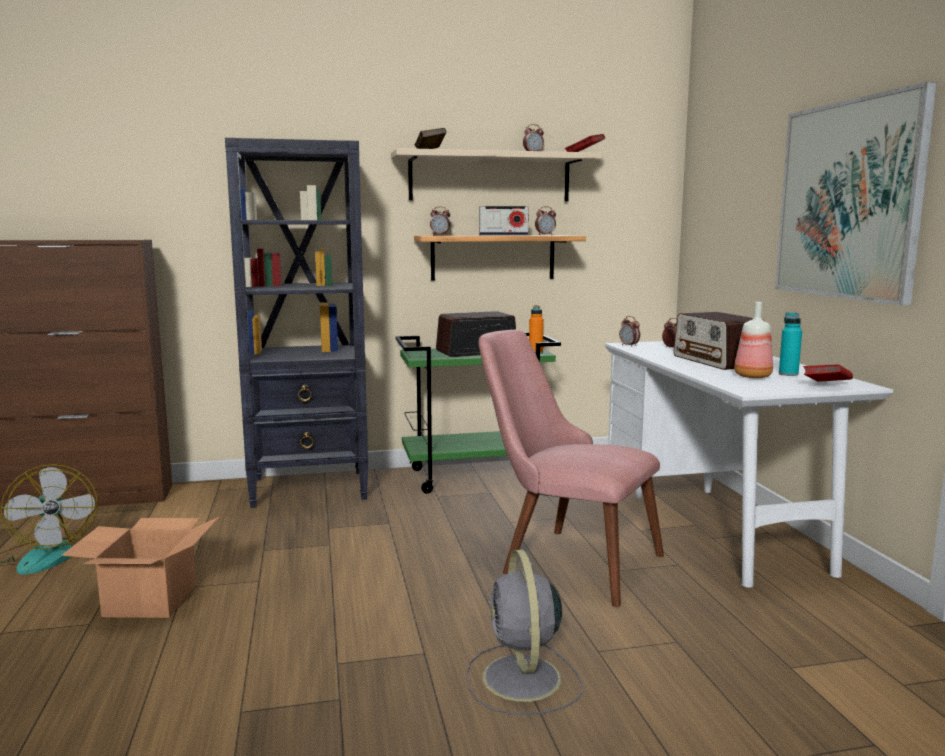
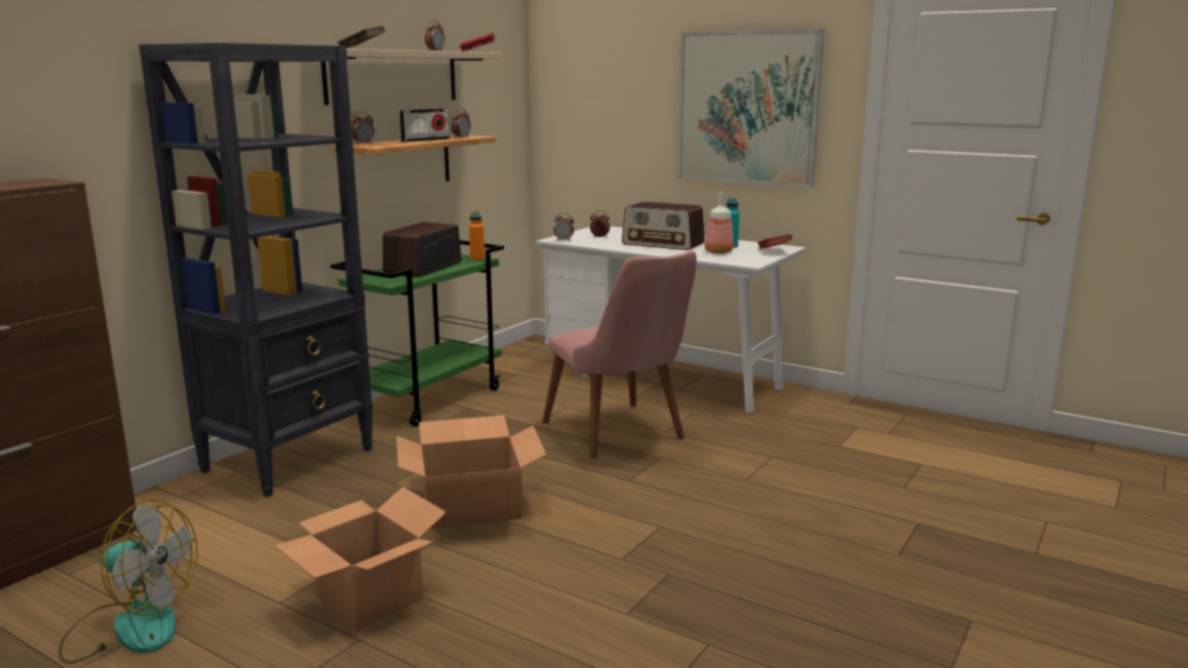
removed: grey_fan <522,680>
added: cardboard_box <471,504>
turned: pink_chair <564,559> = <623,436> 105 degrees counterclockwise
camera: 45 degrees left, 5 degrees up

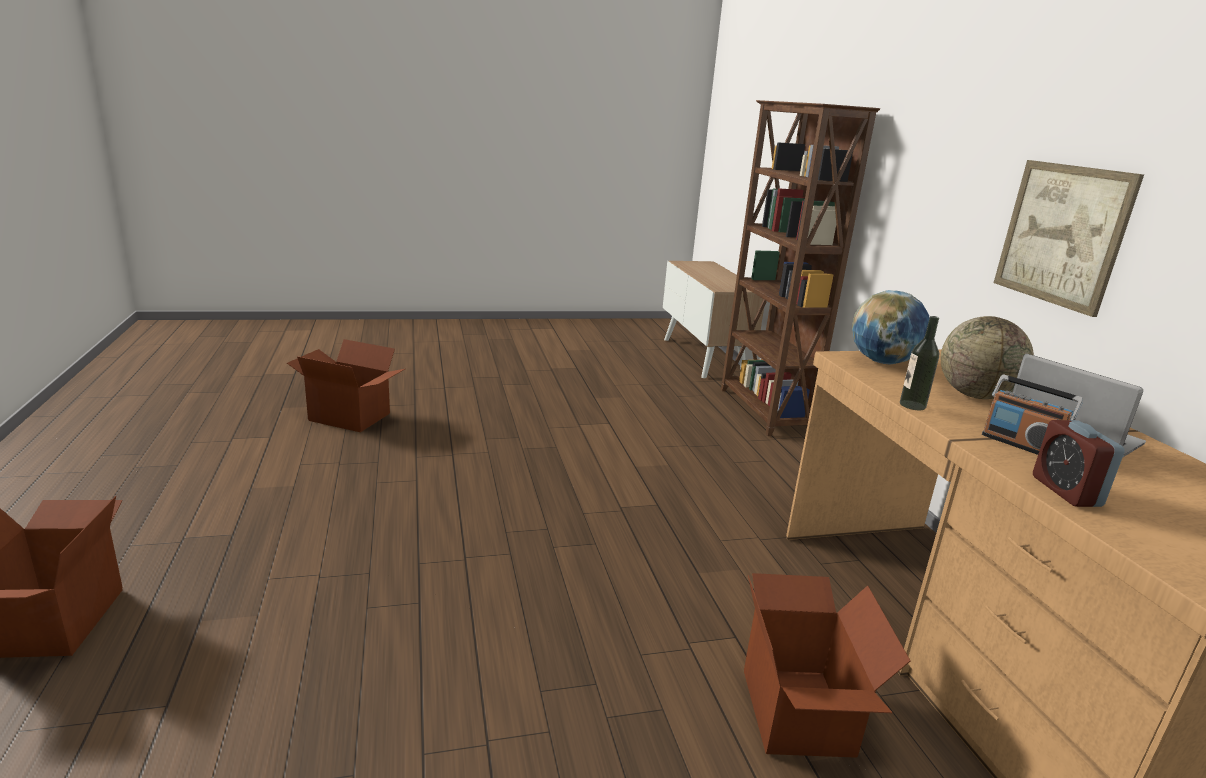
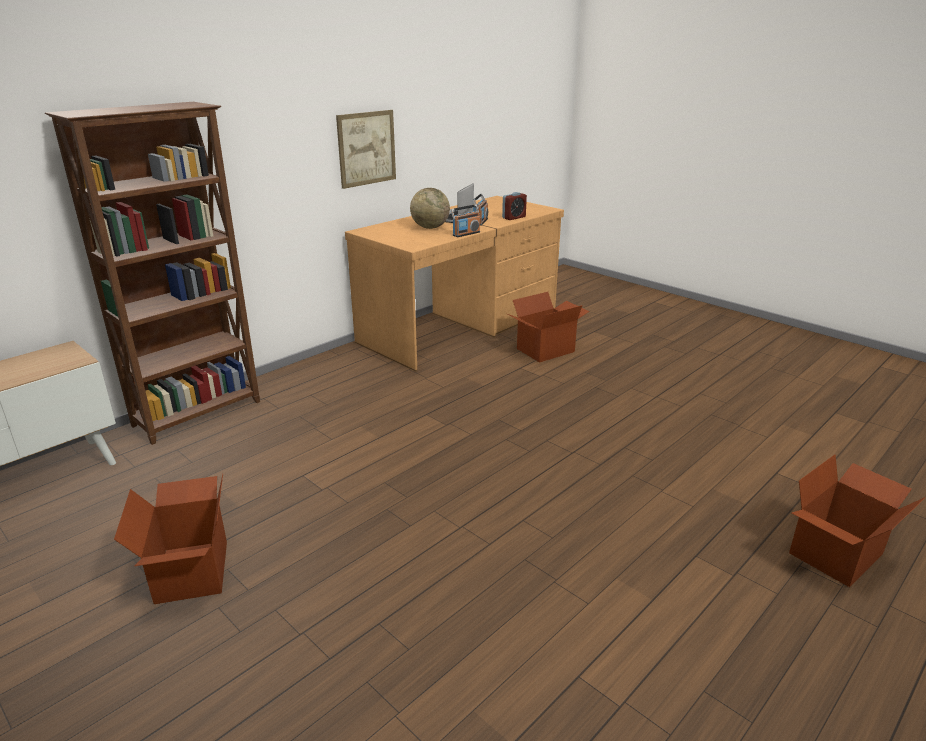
removed: globe <883,362>
moved: cardboard_box <350,416> to <190,572>
replaced: bottle <912,405> to radio <466,234>
camera: 120 degrees left, 5 degrees up

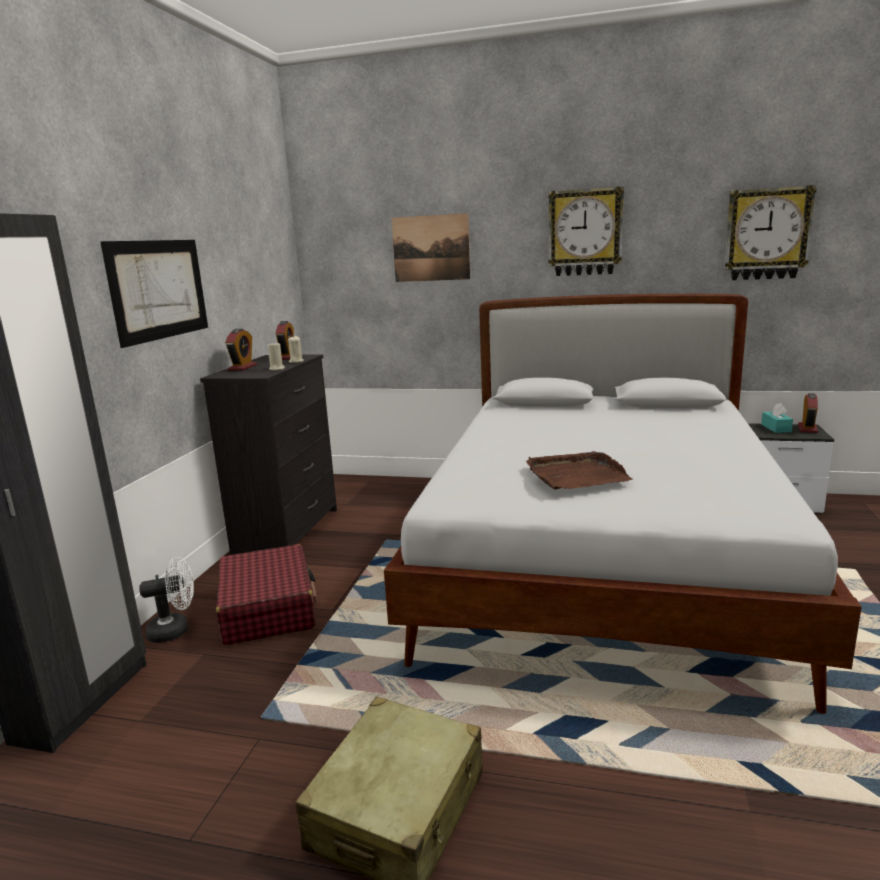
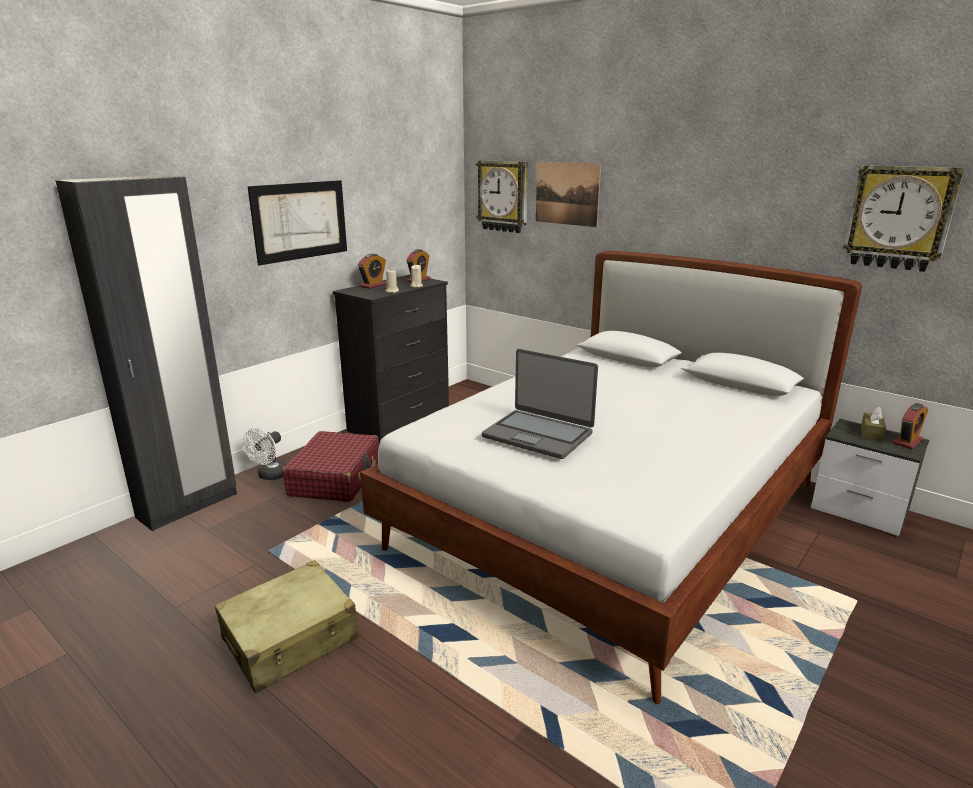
moved: wall_clock <585,232> to <503,196>
replaced: brown_tray <576,475> to laptop <538,434>
recoloured: turquoise_tissue_box <776,428> to brown_tissue_box <871,433>
turned: white_fan <175,630> = <270,476> 105 degrees clockwise
camera: 25 degrees right, 5 degrees up

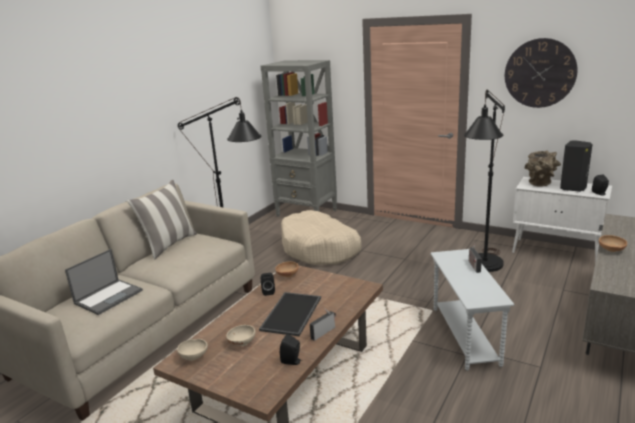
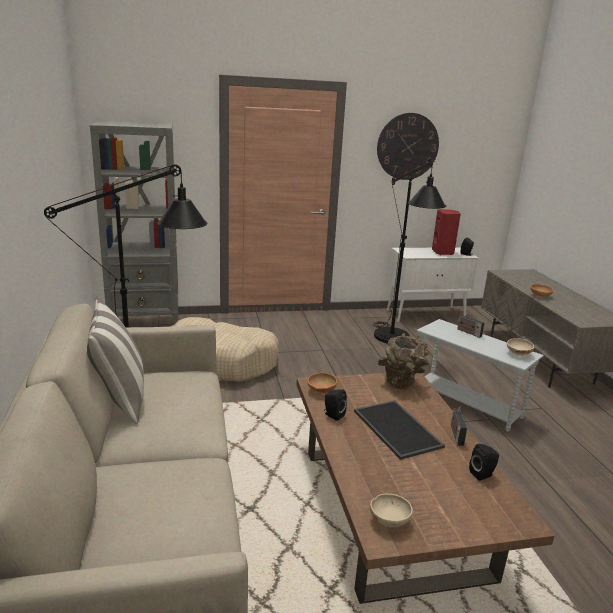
removed: laptop <109,296>
moved: beige_bowl <241,343> to <517,354>; brown_vase <540,184> to <402,384>
recoloured: black_speaker <573,188> to red_speaker <443,252>
camera: 45 degrees left, 0 degrees up

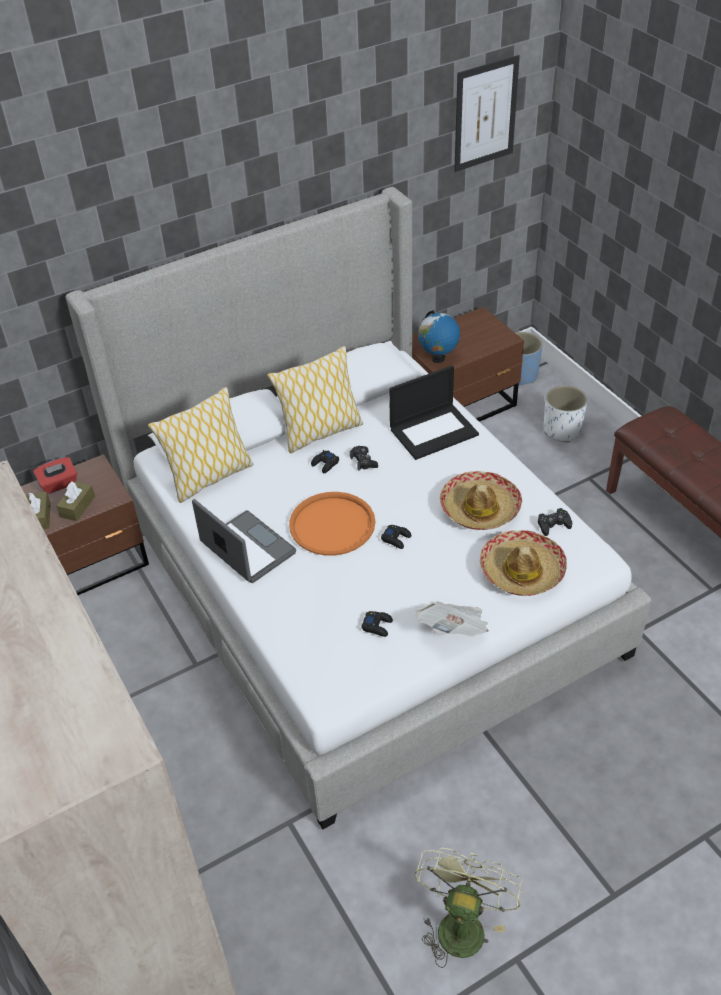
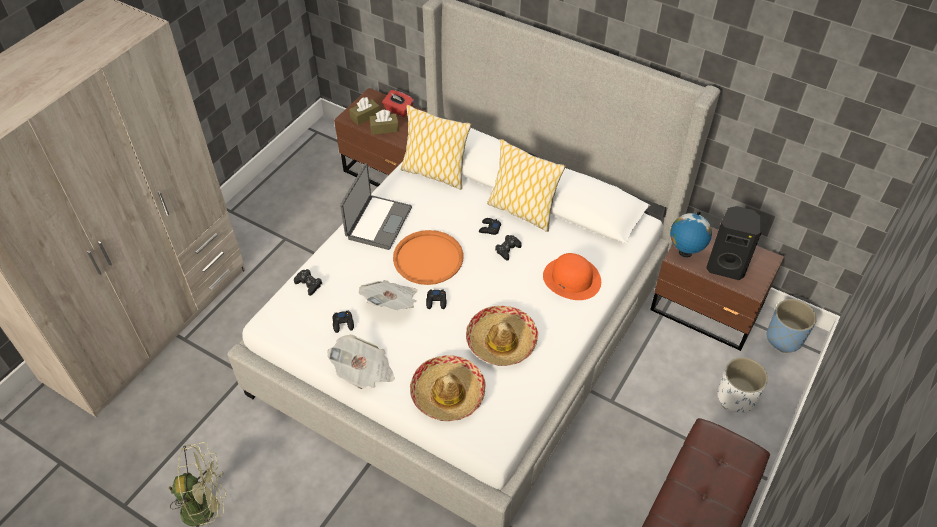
removed: picture <485,114>
added: newspaper <392,304>; black_speaker <726,266>
moved: black_game_controller <553,525> to <308,284>
replaced: laptop <434,431> to orange_hat <572,278>
camera: 60 degrees right, 5 degrees up

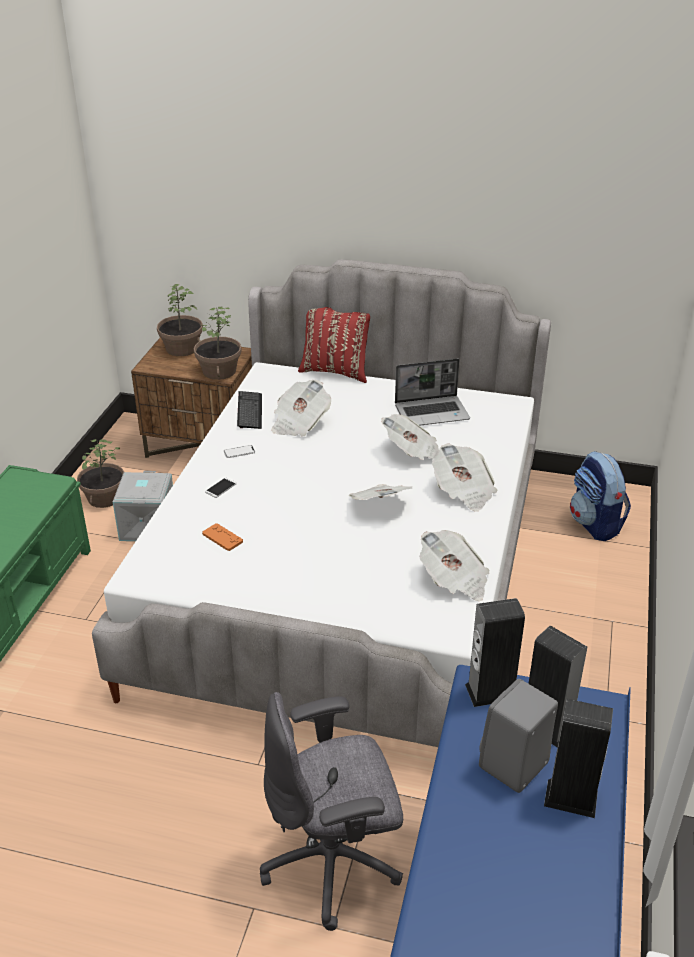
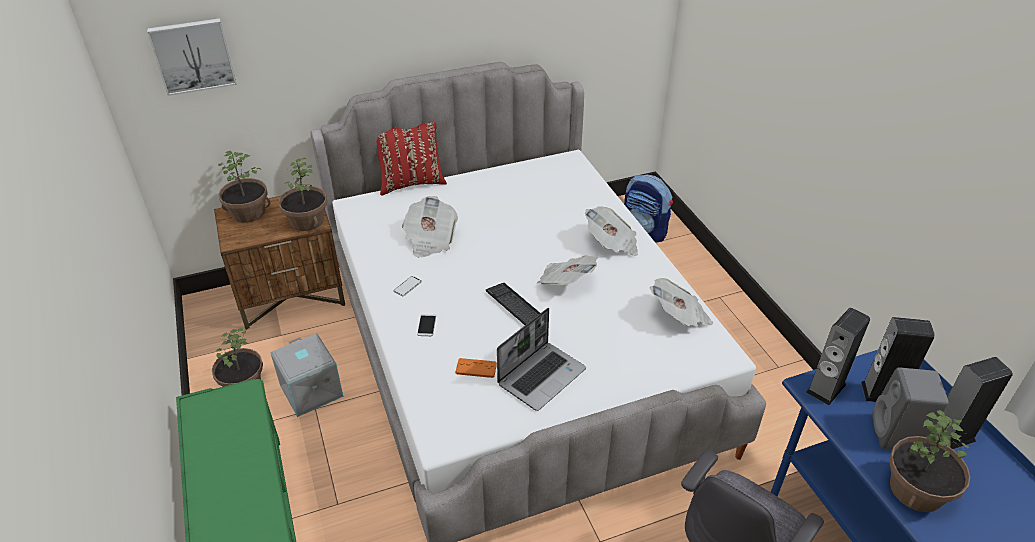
removed: newspaper <413,453>
added: picture <193,55>; potted_plant <917,490>
moved: keyboard <250,411> to <515,306>; laptop <432,412> to <541,376>
camera: 35 degrees left, 5 degrees up

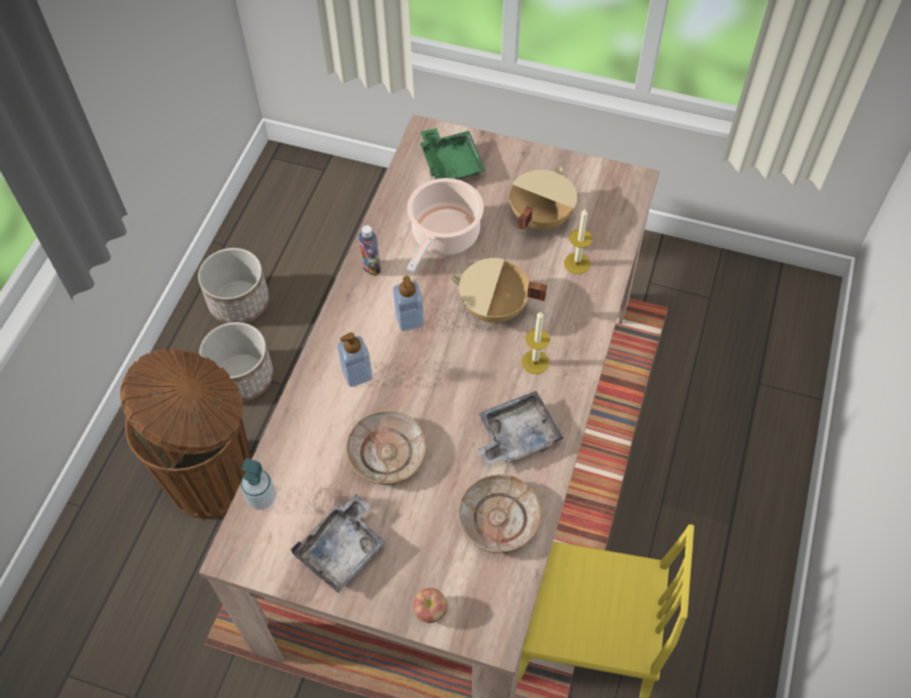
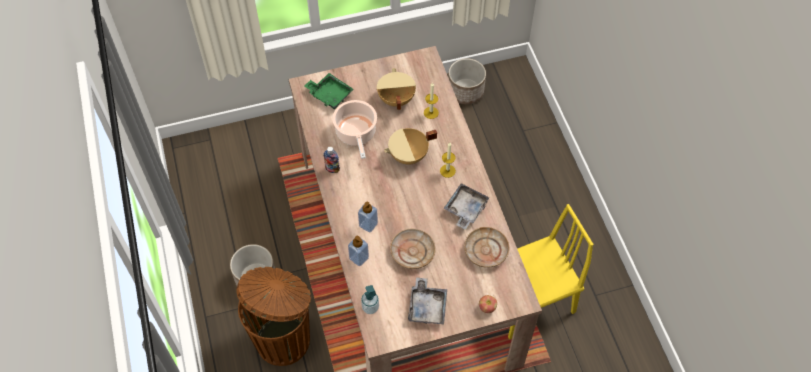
moved: planter <239,302> to <466,91>; soap_dispenser <409,320> to <359,258>
camera: 35 degrees left, 0 degrees up

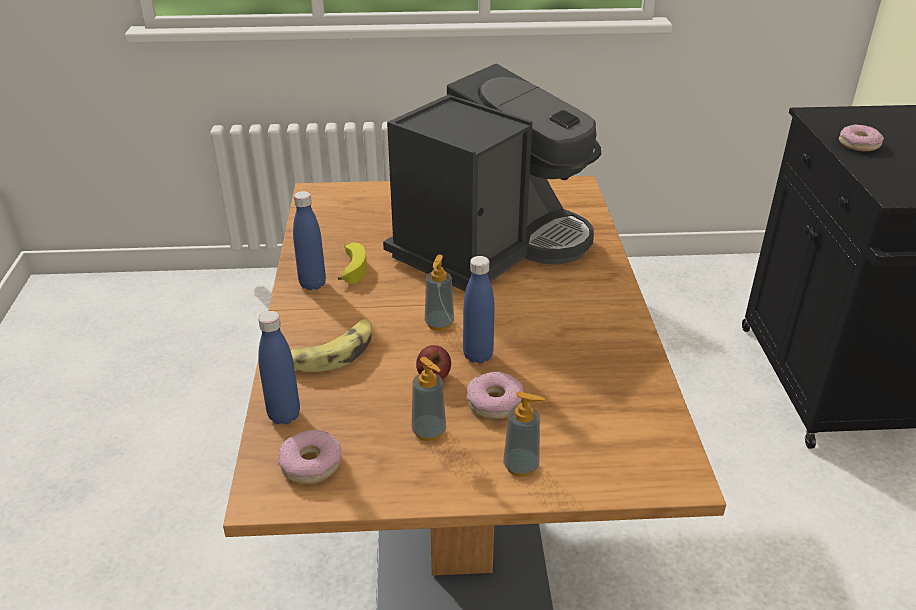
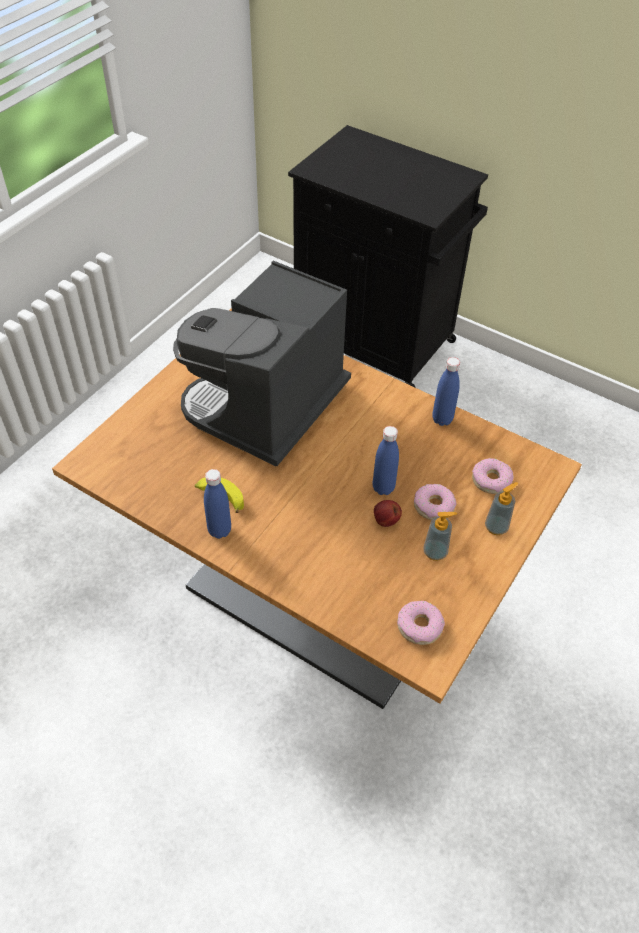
removed: banana <331,352>; soap_dispenser <439,323>
moved: blue_bottle <284,415> to <442,419>; donut <859,144> to <491,480>
turned: coffee_machine <491,245> = <267,408> 135 degrees counterclockwise
camera: 55 degrees left, 15 degrees up

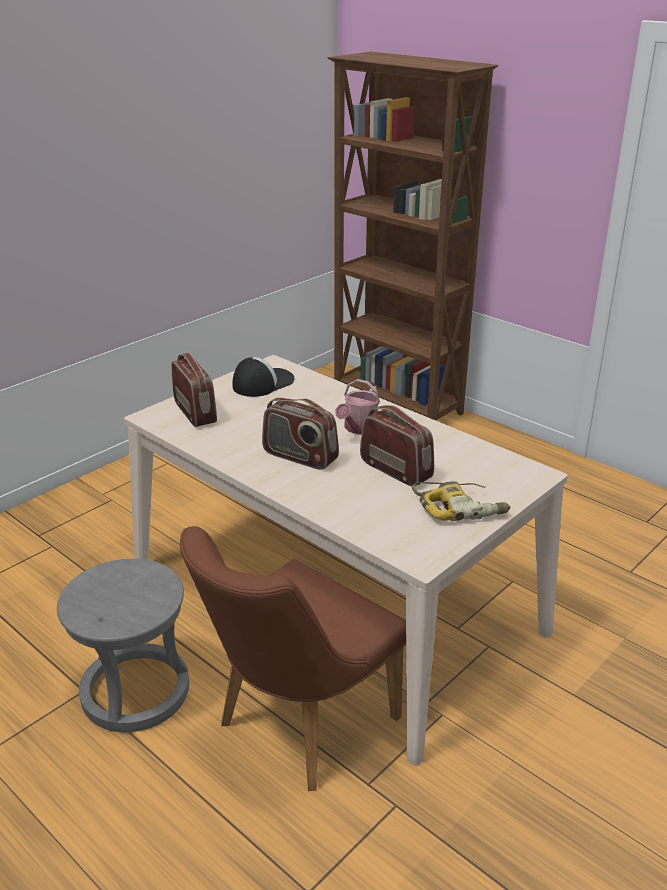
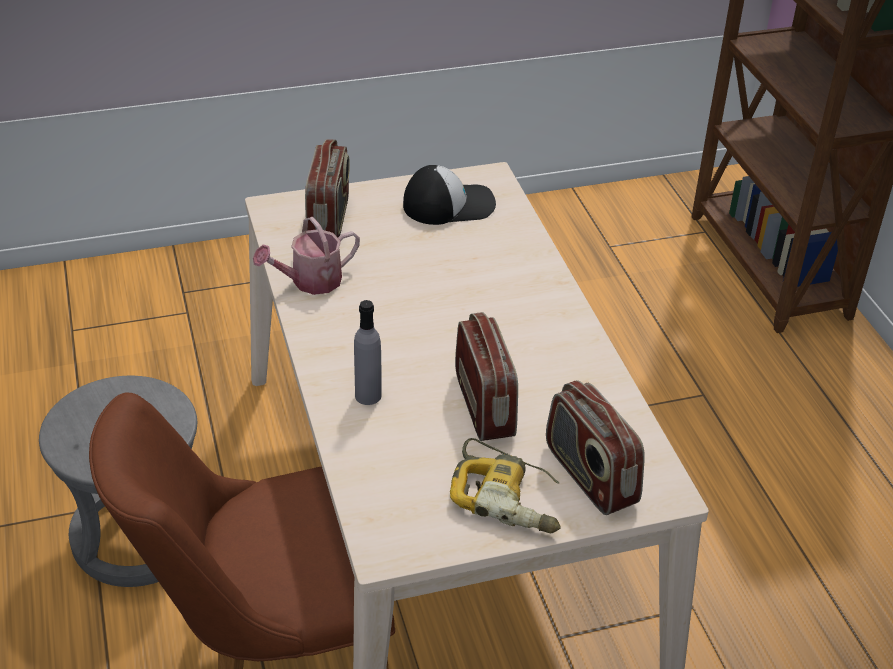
added: grey_bottle <368,395>
moved: radio <300,457> to <589,476>; watering_can <358,428> to <310,282>
camera: 30 degrees right, 10 degrees up

